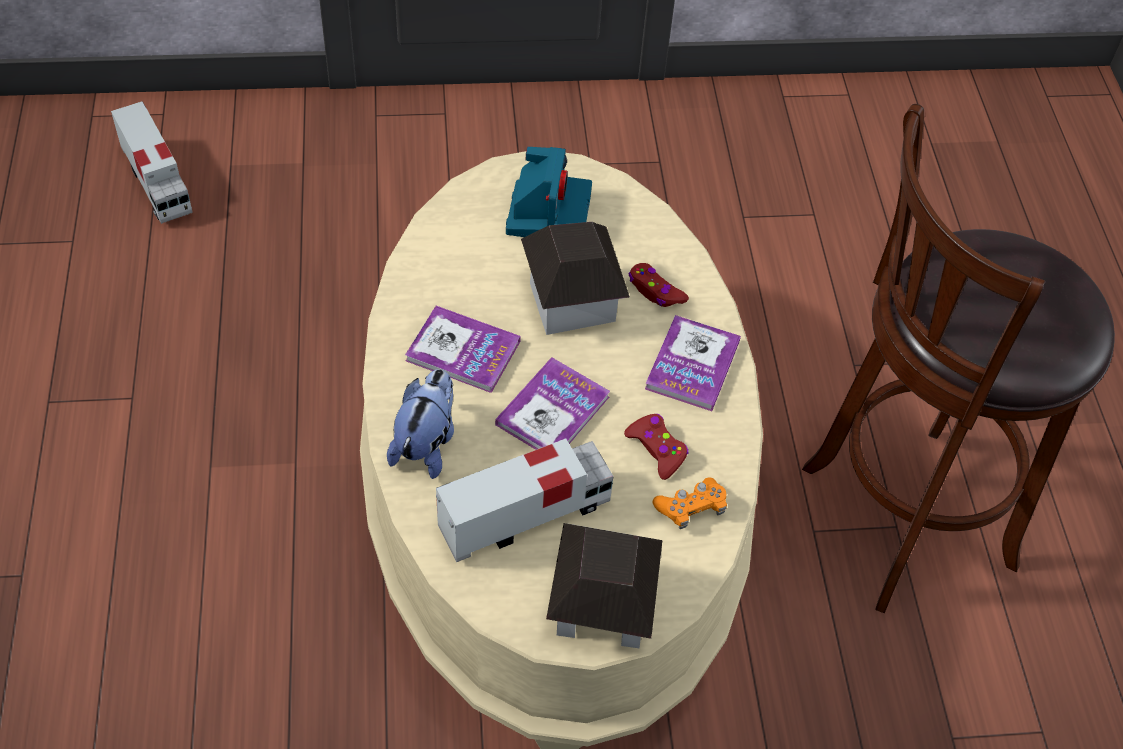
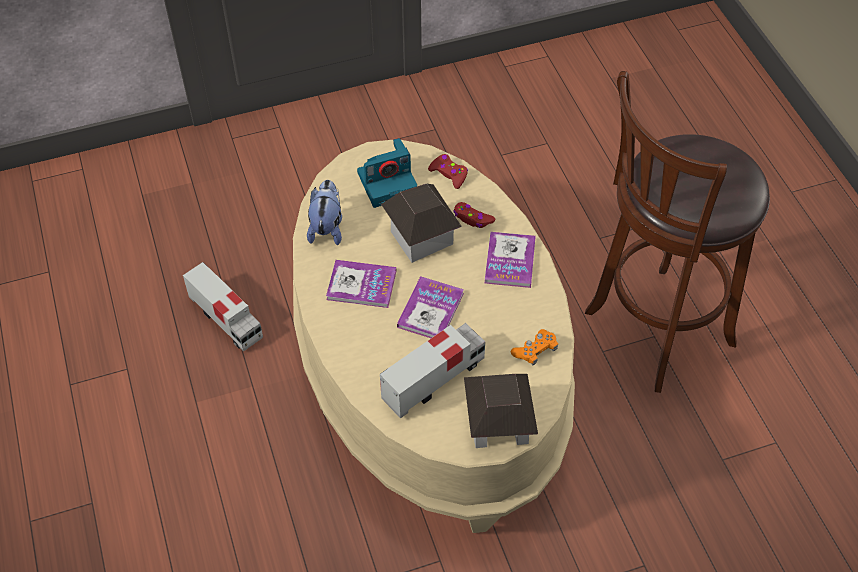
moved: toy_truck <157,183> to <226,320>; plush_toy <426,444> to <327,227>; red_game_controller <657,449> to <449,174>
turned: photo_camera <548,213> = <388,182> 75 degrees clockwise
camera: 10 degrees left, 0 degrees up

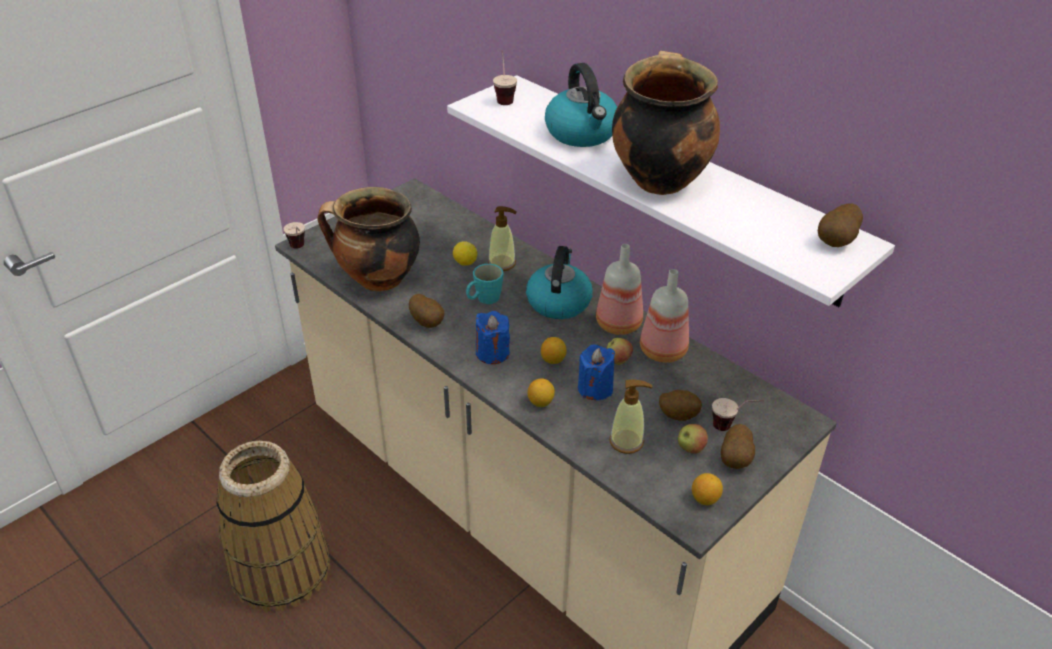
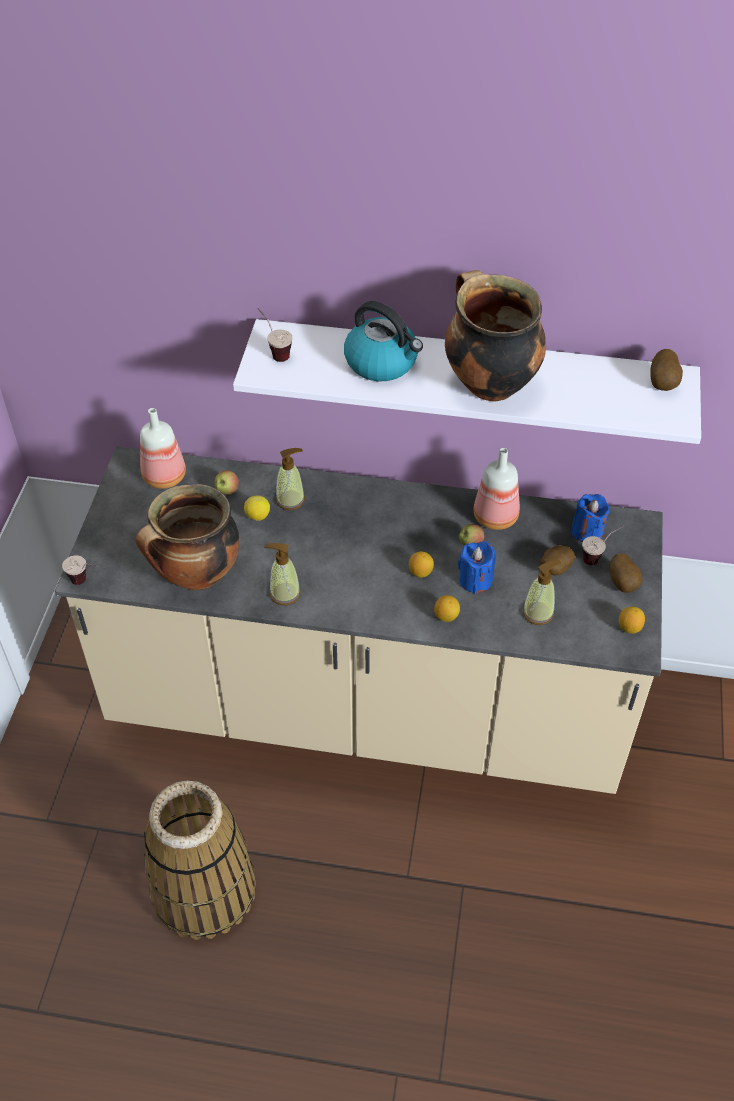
removed: turquoise_mug <484,299>; kettle <558,302>
moved: blue_candle <492,353> to <587,531>; bottle <618,323> to <163,476>; apple <690,448> to <227,491>
replaced: potato <428,322> to soap_dispenser <284,593>
camera: 35 degrees left, 10 degrees up

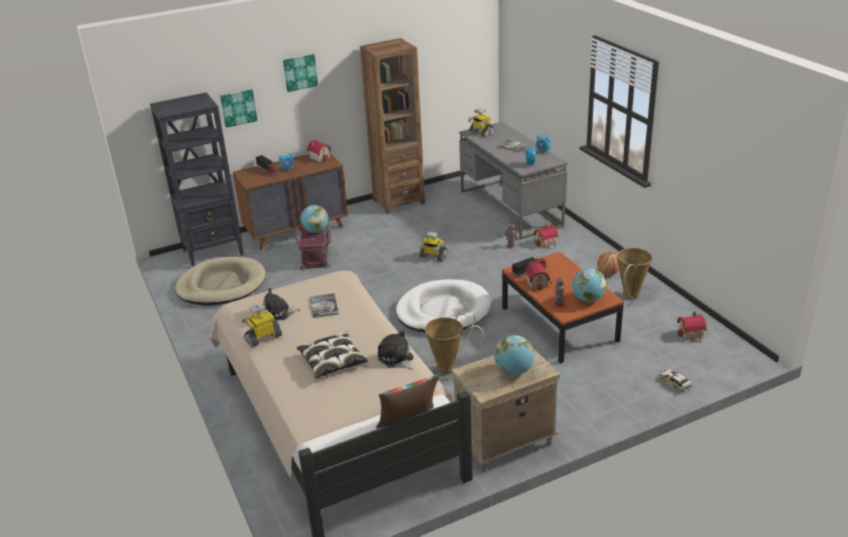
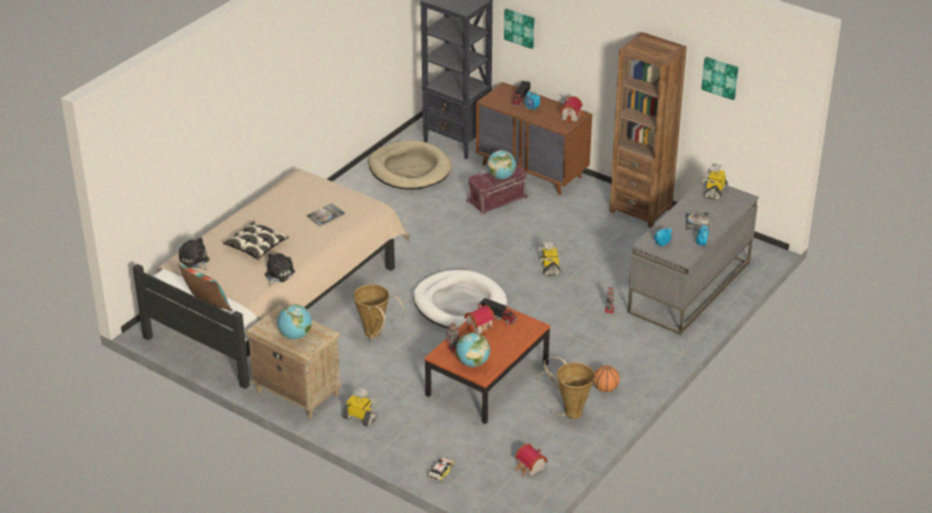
removed: toy_house <546,243>
moved: toy_robot <263,337> to <360,418>; plush_toy <278,313> to <195,260>; picture <300,72> to <720,77>
camera: 60 degrees right, 5 degrees up

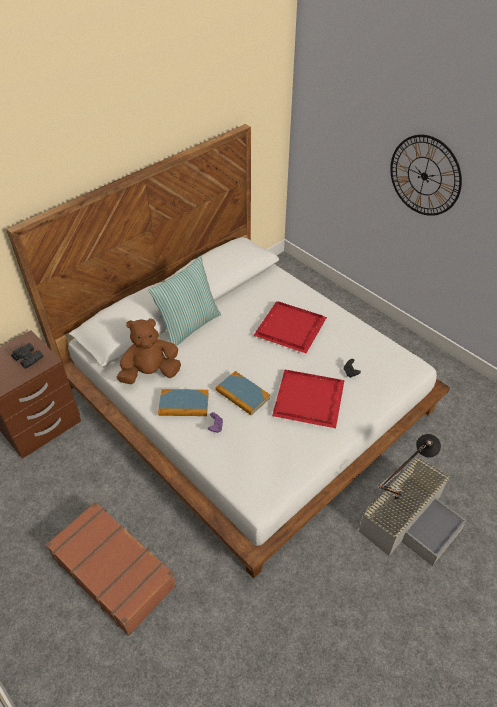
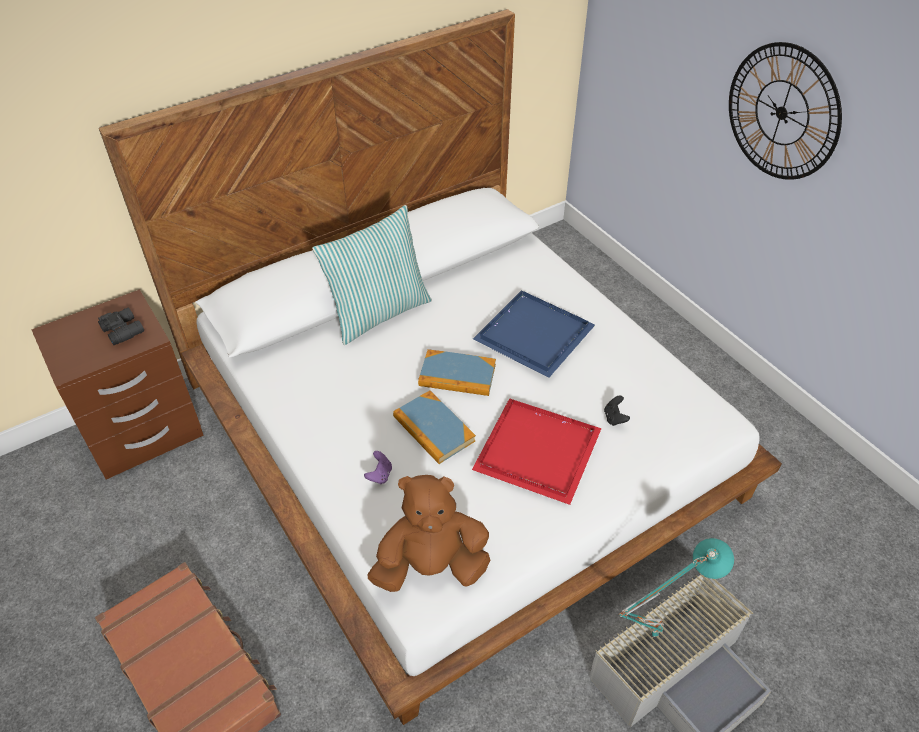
moved: brown_plush_toy <150,373> to <431,566>; book <184,404> to <457,375>
recoloured: red_tray <289,327> to blue_tray <533,333>; black_table_lamp <395,498> to turquoise_table_lamp <653,633>
camera: 10 degrees right, 0 degrees up

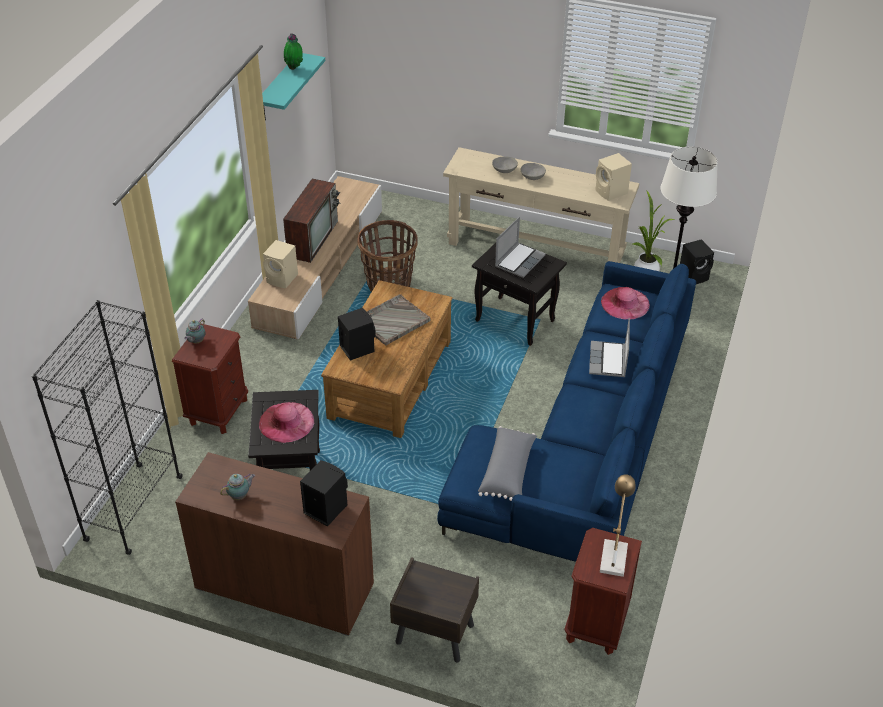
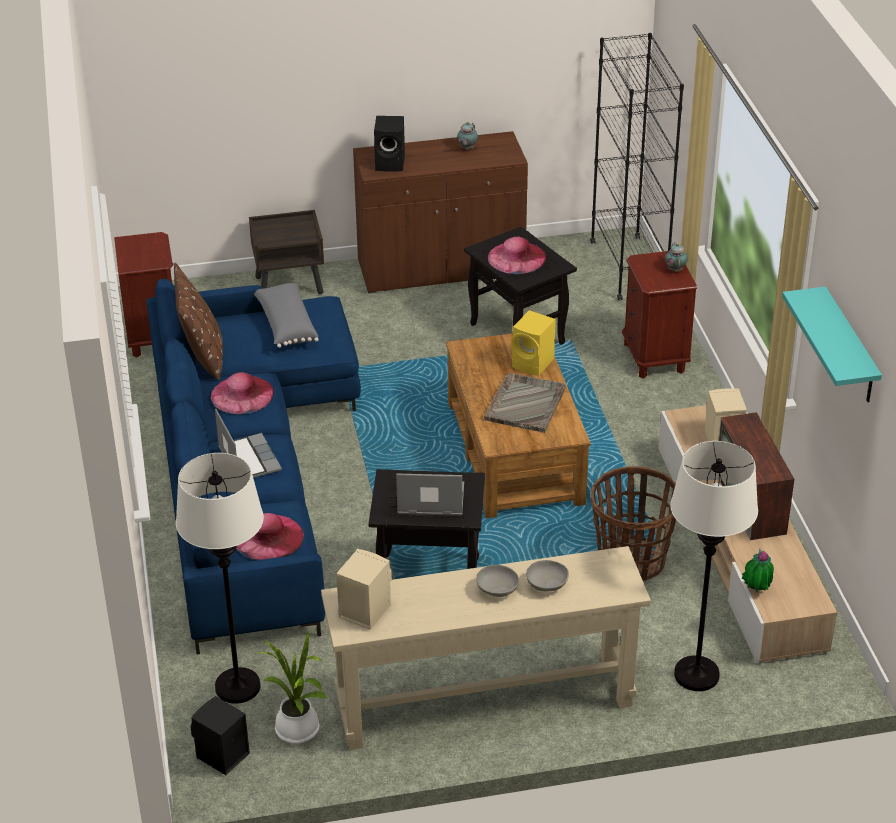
removed: table_lamp <613,554>
added: brown_pillow <203,355>; pink_hat <242,394>; white_floor_lamp <697,675>
moved: potted_plant <294,68> to <756,591>
recoloured: black_speaker <357,348> to yellow_speaker <534,364>
turned: laptop <519,260> = <430,501> 90 degrees clockwise
camera: 150 degrees right, 5 degrees down

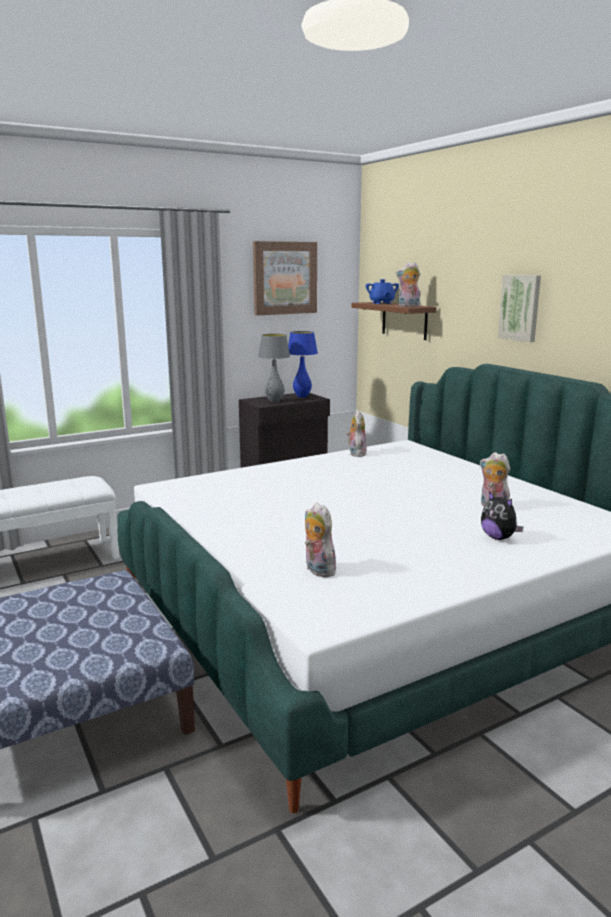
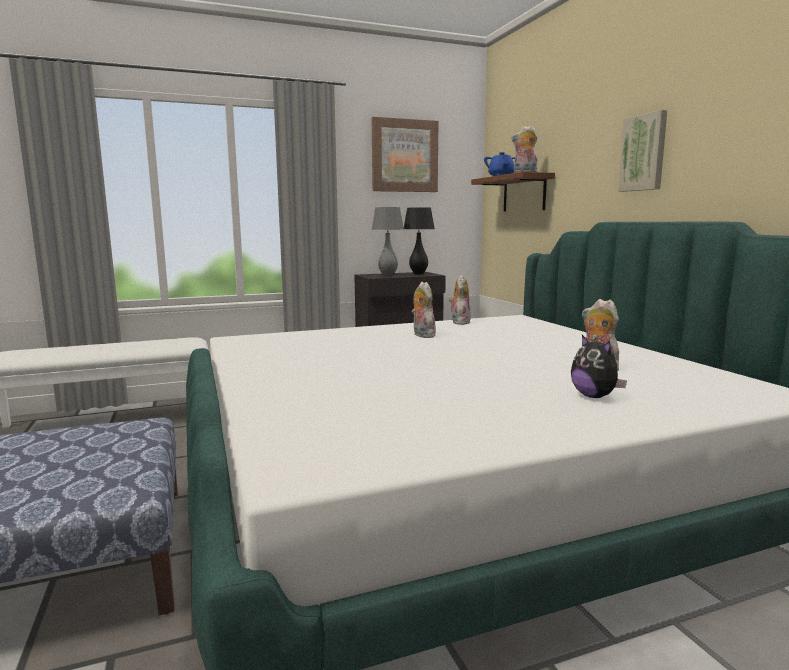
moved: plush_toy <317,570> to <422,335>
recoloured: blue_table_lamp <302,396> to black_table_lamp <418,274>
camera: 10 degrees right, 5 degrees down

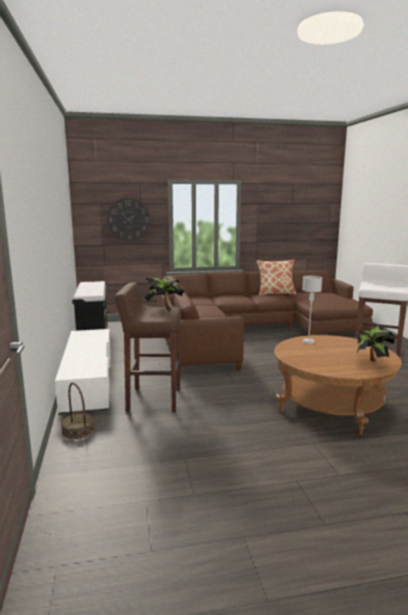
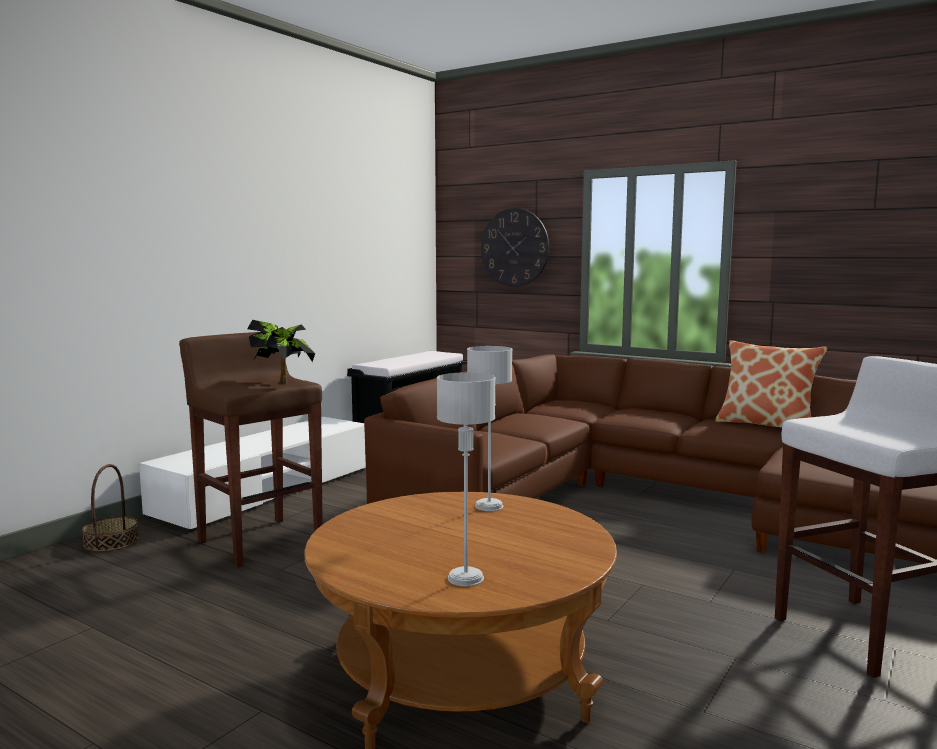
replaced: potted_plant <371,362> to grey_table_lamp <465,578>
camera: 45 degrees right, 5 degrees down

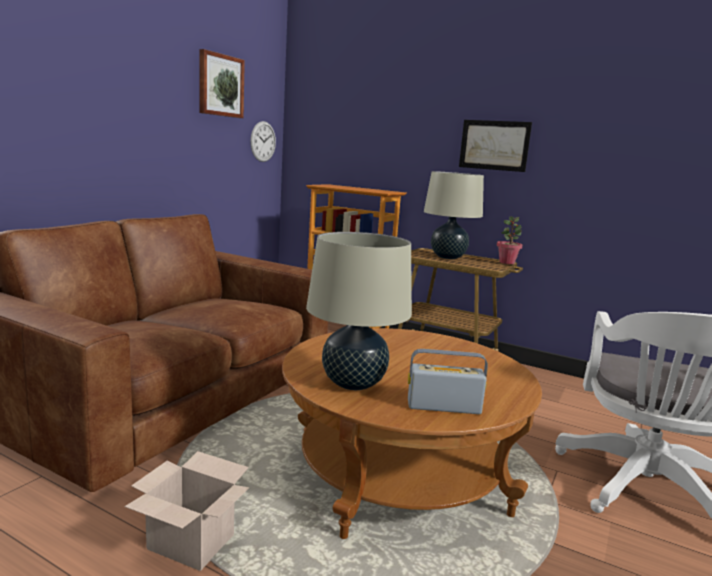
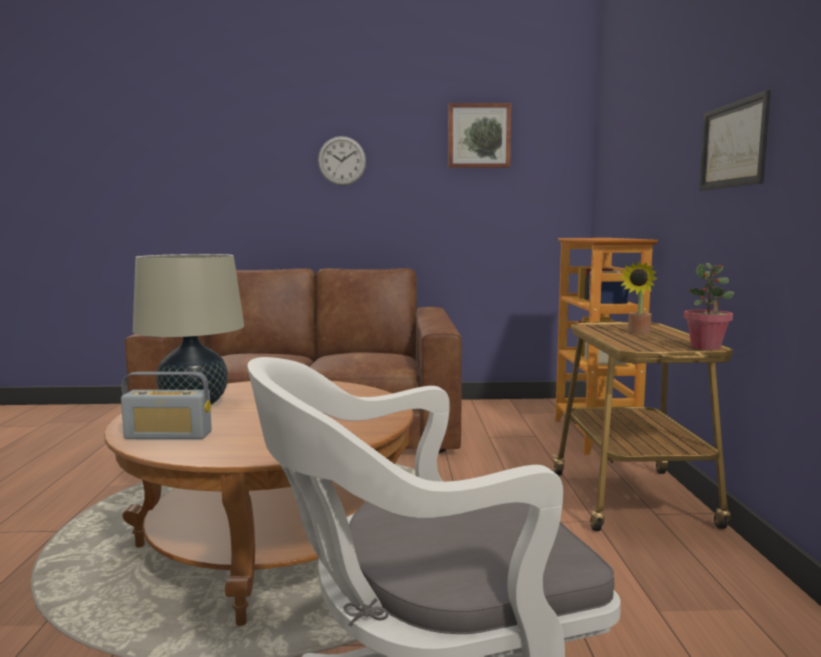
removed: cardboard_box <188,543>
moved: wall_clock <263,141> to <342,161>
replaced: beige_table_lamp <448,257> to potted_plant <638,333>
turned: radio <443,407> = <168,435> 120 degrees clockwise
camera: 60 degrees right, 5 degrees down

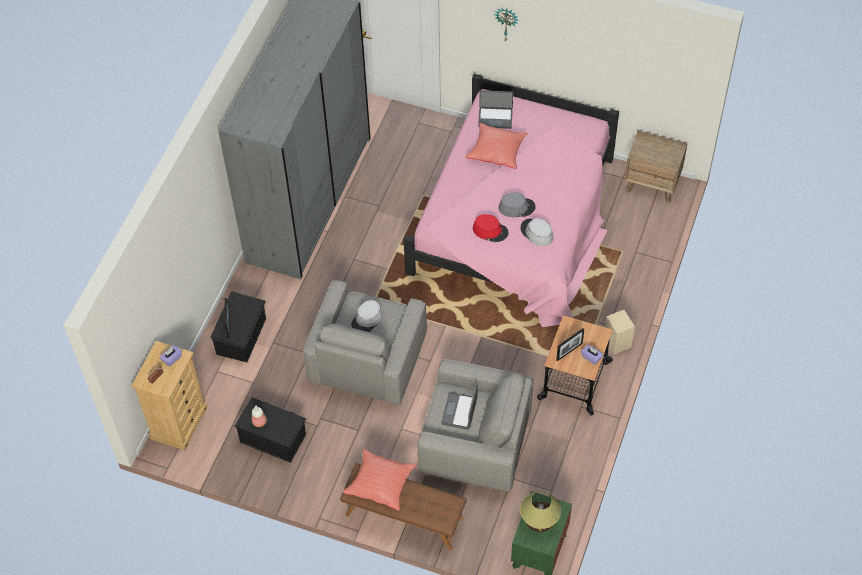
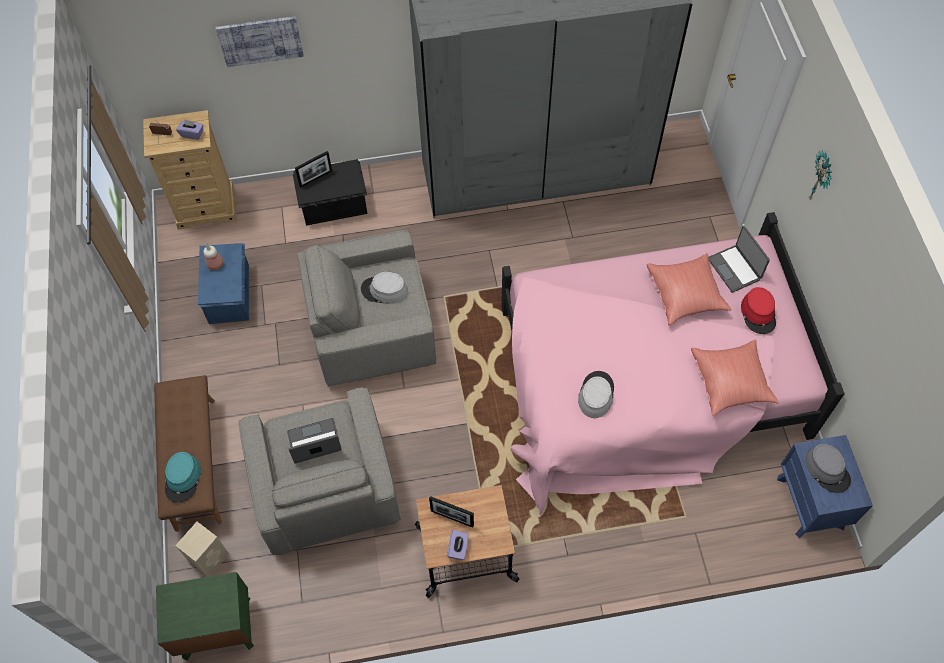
removed: table_lamp <539,520>
added: turquoise_hat <183,478>; picture <260,40>
moved: red_pillow <381,484> to <731,382>; red_hat <490,230> to <758,313>; grey_hat <516,207> to <827,470>; beige_speaker <616,342> to <209,557>
recoloured: black_storage_box <273,437> to blue_storage_box <230,293>; brown_nightstand <652,184> to blue_nightstand <811,502>
camera: 60 degrees right, 5 degrees up

